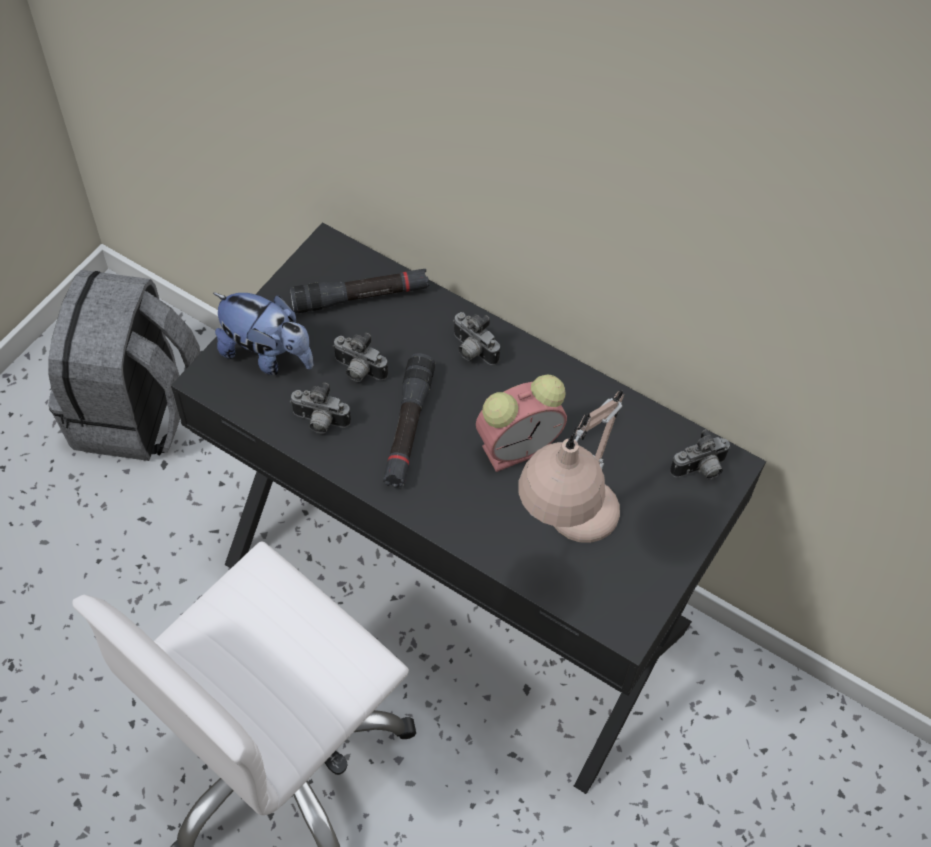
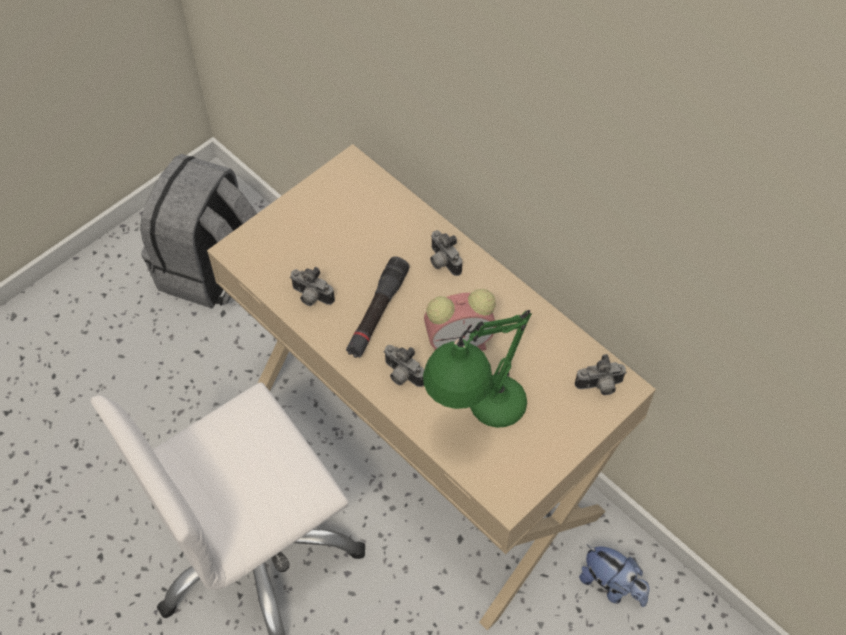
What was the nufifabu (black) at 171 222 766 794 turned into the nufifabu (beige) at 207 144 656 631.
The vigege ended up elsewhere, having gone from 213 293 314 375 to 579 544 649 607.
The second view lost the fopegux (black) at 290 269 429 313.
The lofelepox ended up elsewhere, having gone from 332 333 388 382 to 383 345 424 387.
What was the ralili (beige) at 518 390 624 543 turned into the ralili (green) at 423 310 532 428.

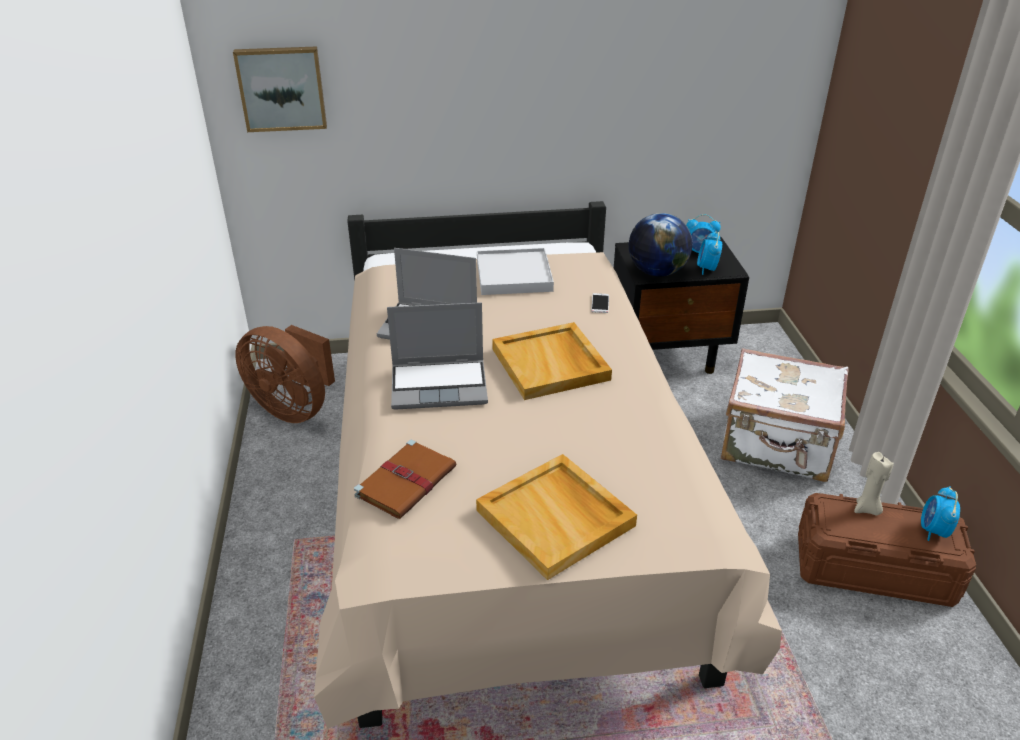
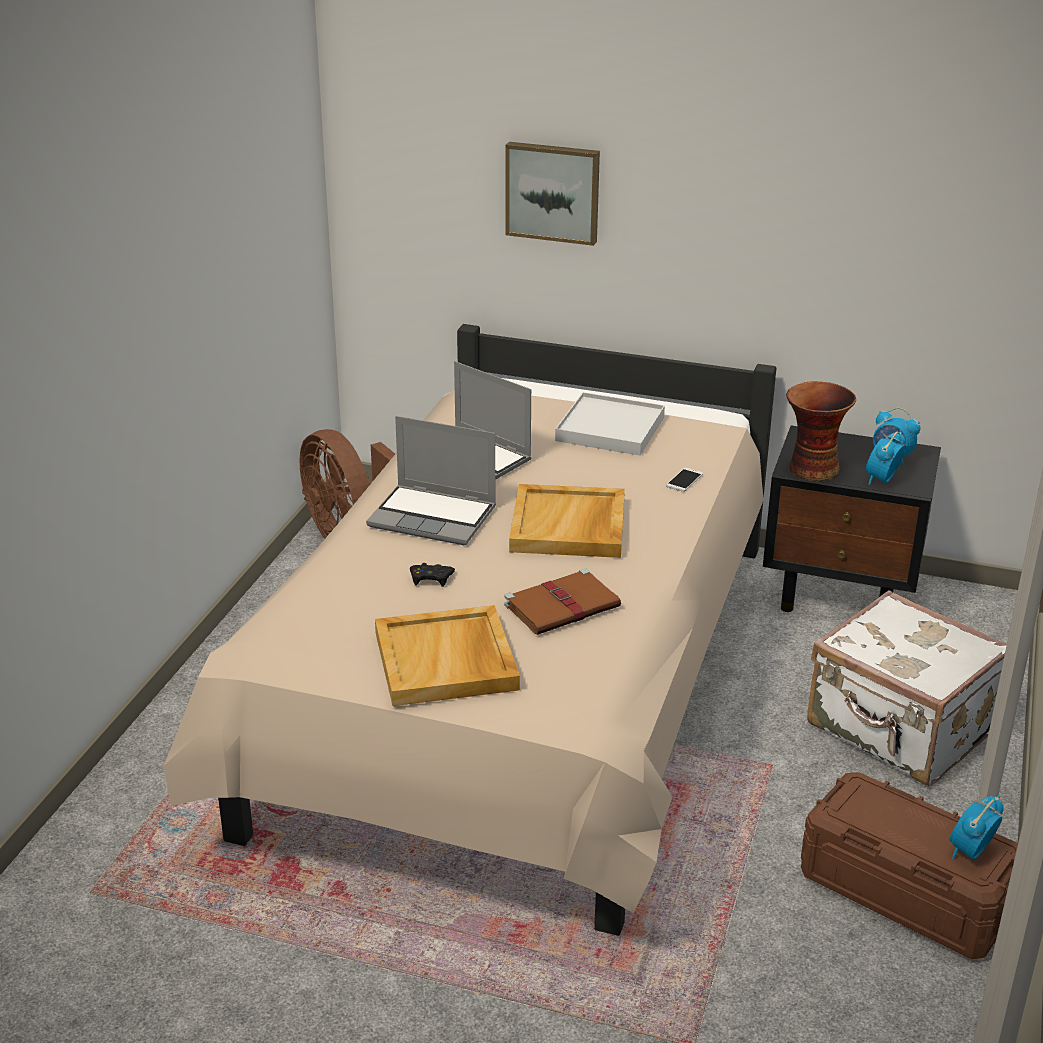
The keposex ended up elsewhere, having gone from 233 46 327 132 to 505 142 600 246.
The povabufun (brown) ended up elsewhere, having gone from 354 440 457 519 to 504 568 621 635.
Where the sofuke stood at 629 213 692 277, the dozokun came to stand at 786 381 856 481.
The second view lost the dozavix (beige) at 854 452 894 516.
The second view gained the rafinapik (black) at 410 563 455 587.

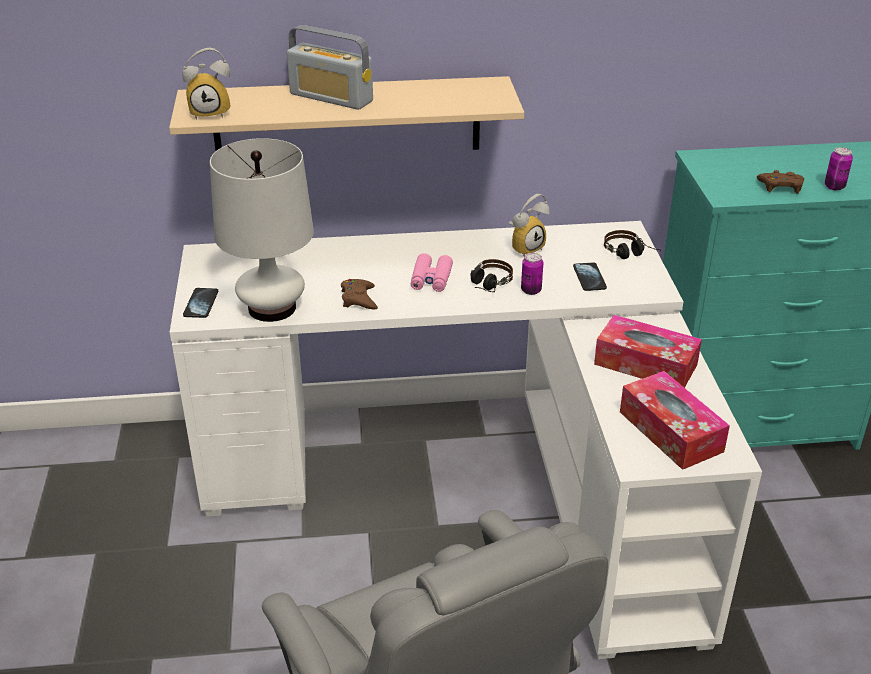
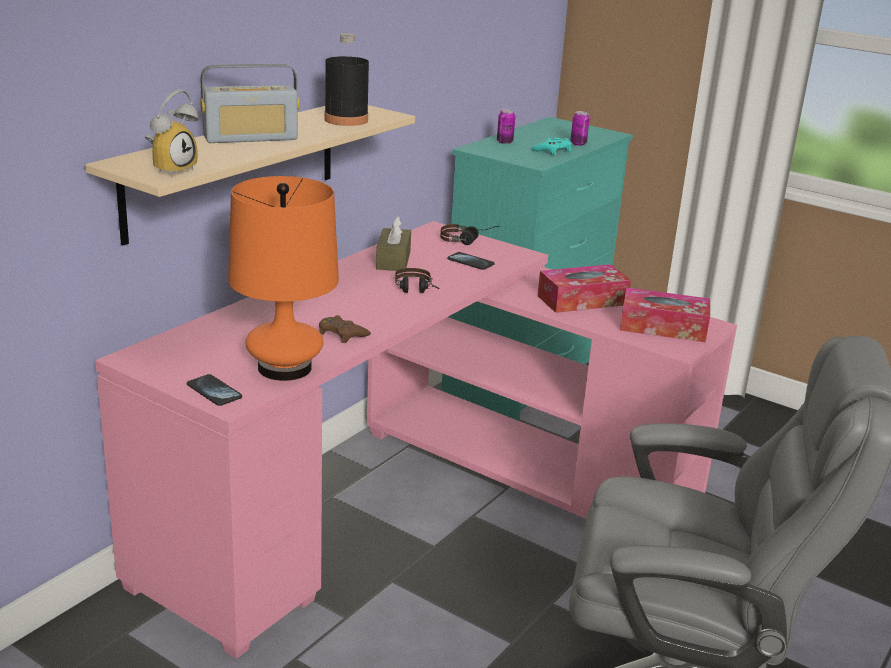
What was the nufifabu (white) at 170 221 762 659 turned into the nufifabu (pink) at 95 221 737 659.
What was the ralili (white) at 210 138 314 322 turned into the ralili (orange) at 228 176 339 381.
The second view lost the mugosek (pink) at 411 253 453 292.
Where the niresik stood at 509 194 550 258, the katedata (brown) came to stand at 376 216 411 271.
The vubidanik ended up elsewhere, having gone from 521 253 543 295 to 497 109 515 144.
What was the rafinapik (brown) at 757 170 804 194 turned into the rafinapik (turquoise) at 531 138 572 155.
The second view gained the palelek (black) at 324 33 369 126.

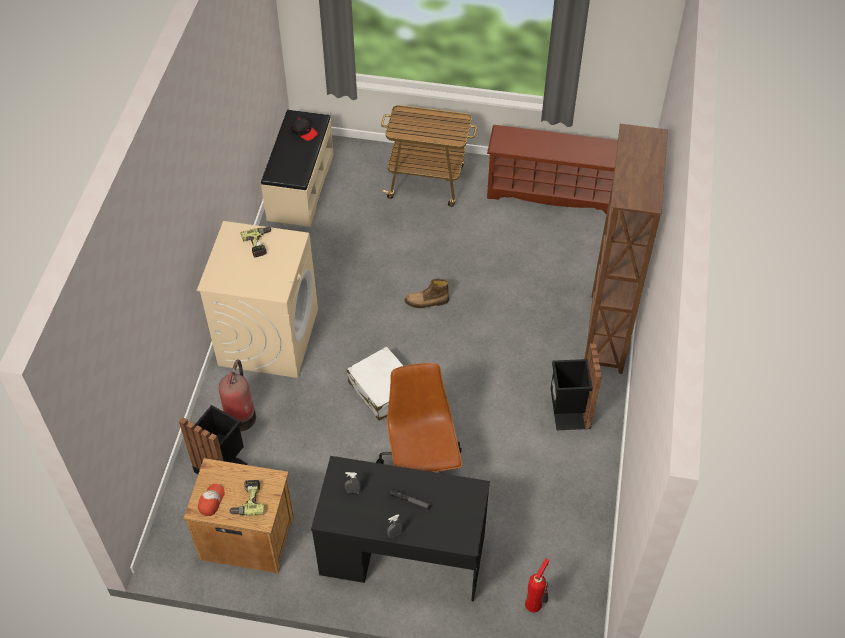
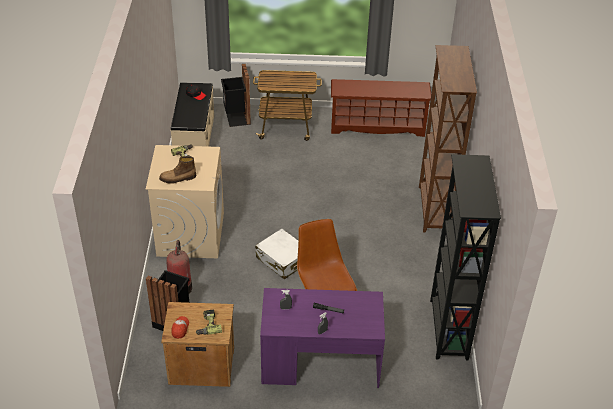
What was the nufifabu (black) at 311 456 490 602 turned into the nufifabu (purple) at 260 288 385 388.
The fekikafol ended up elsewhere, having gone from 405 279 449 308 to 159 156 196 184.
The second view lost the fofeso at 525 558 549 613.
The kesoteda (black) ended up elsewhere, having gone from 551 343 602 430 to 221 64 251 127.
The second view gained the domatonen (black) at 430 154 501 361.

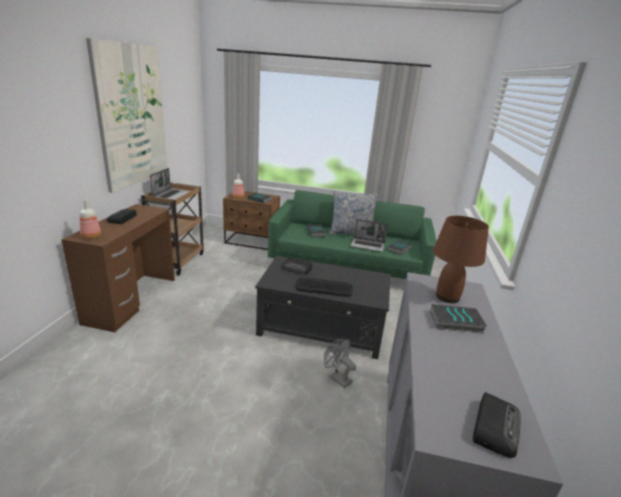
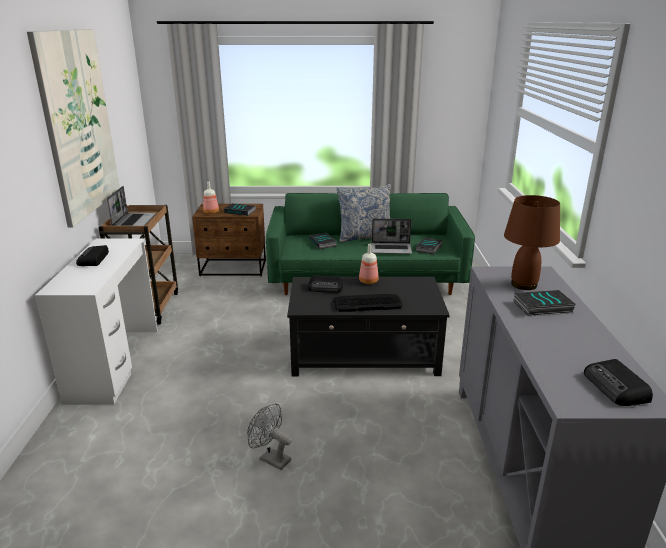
What was the nufifabu (brown) at 61 204 175 332 turned into the nufifabu (white) at 35 239 158 405.
The palelek ended up elsewhere, having gone from 80 200 101 239 to 359 244 379 284.
The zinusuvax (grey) ended up elsewhere, having gone from 324 338 356 388 to 247 404 292 470.
The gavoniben at 473 392 520 458 ended up facing another way, 150 degrees clockwise from before.

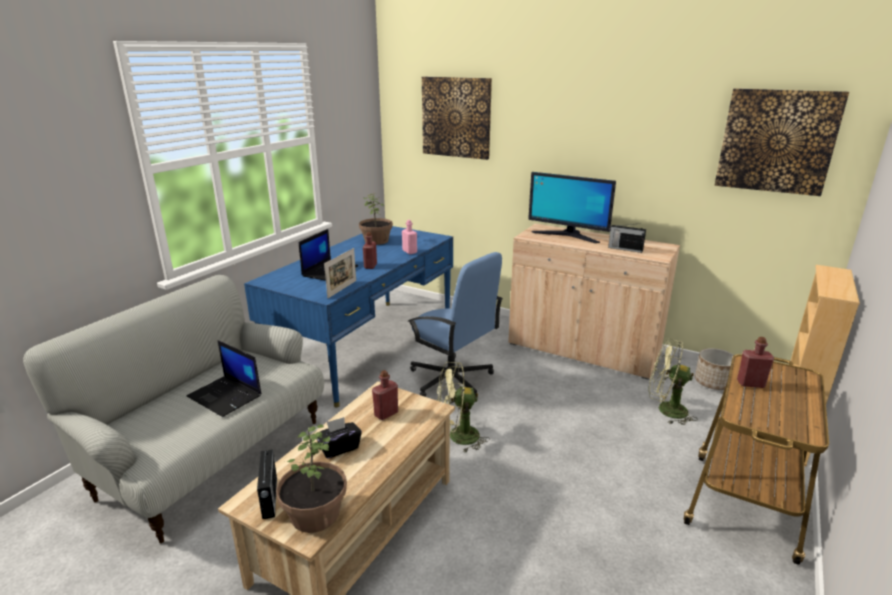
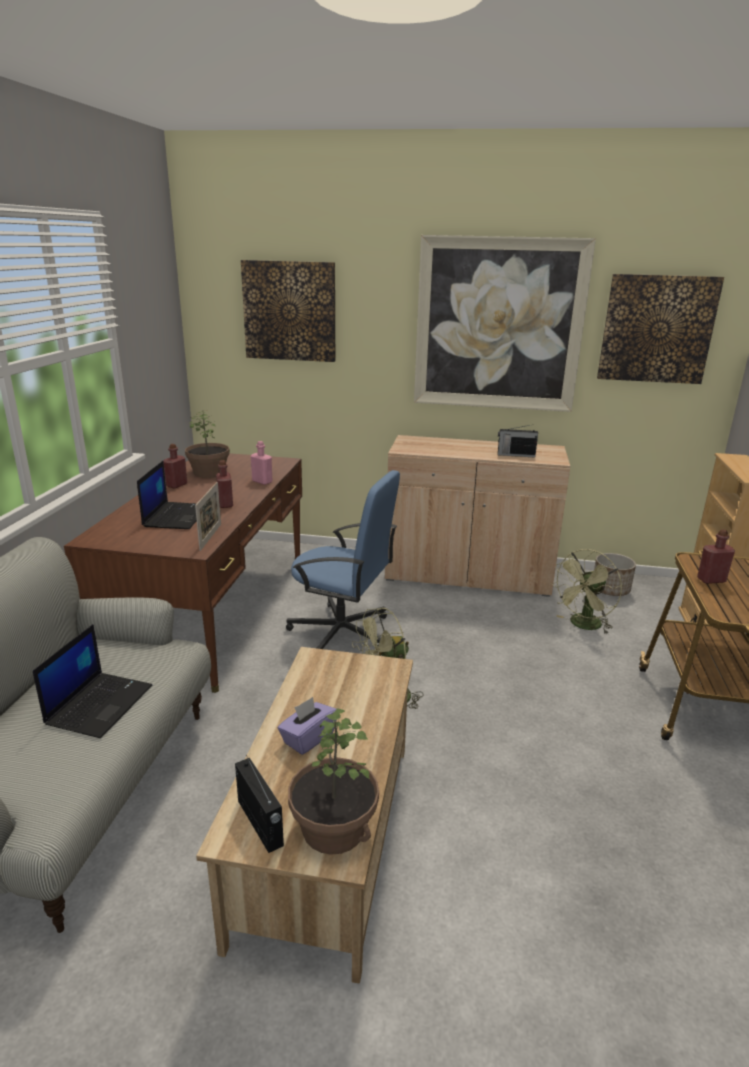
The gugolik at 187 340 262 417 ended up facing another way, 90 degrees counterclockwise from before.
What was the nufifabu (blue) at 244 226 453 407 turned into the nufifabu (brown) at 64 453 302 693.
What was the katedata (black) at 318 417 362 458 turned into the katedata (purple) at 278 697 337 755.
The palelek (red) ended up elsewhere, having gone from 372 370 398 420 to 163 444 187 489.
The second view lost the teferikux at 528 172 616 243.
The zinusuvax (green) at 648 338 698 425 ended up facing another way, 45 degrees counterclockwise from before.
The second view gained the keposex at 414 235 596 412.

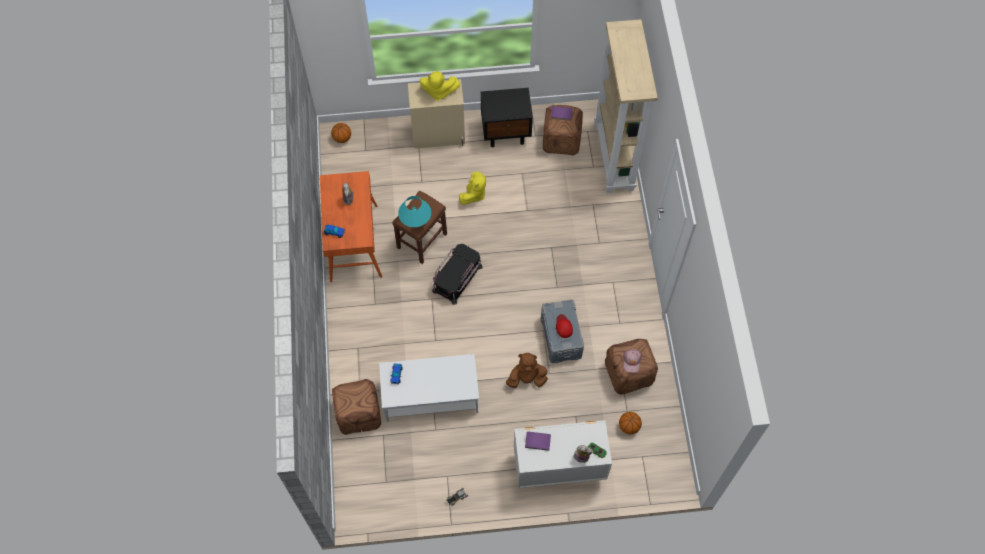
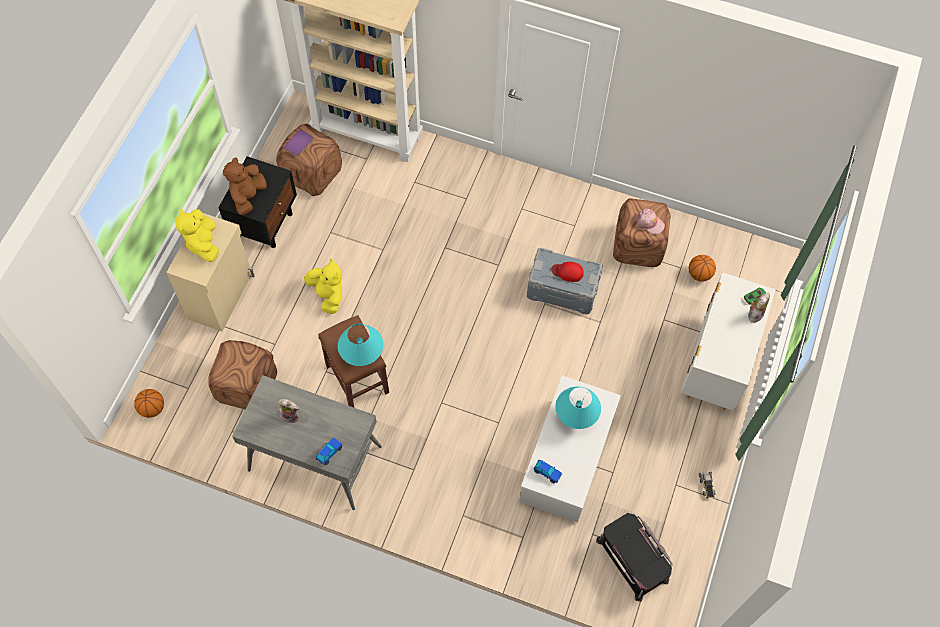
What was the nufifabu (orange) at 320 171 382 282 turned into the nufifabu (grey) at 232 375 382 510.
The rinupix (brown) ended up elsewhere, having gone from 332 379 381 435 to 208 340 277 409.
The vigege (yellow) at 419 71 460 102 ended up facing another way, 135 degrees clockwise from before.
The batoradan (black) ended up elsewhere, having gone from 432 244 483 305 to 596 513 673 602.
The vigege (brown) ended up elsewhere, having gone from 506 353 548 388 to 223 157 267 215.
The second view lost the povabufun (purple) at 525 432 551 451.
The second view gained the ralili (turquoise) at 555 387 601 429.

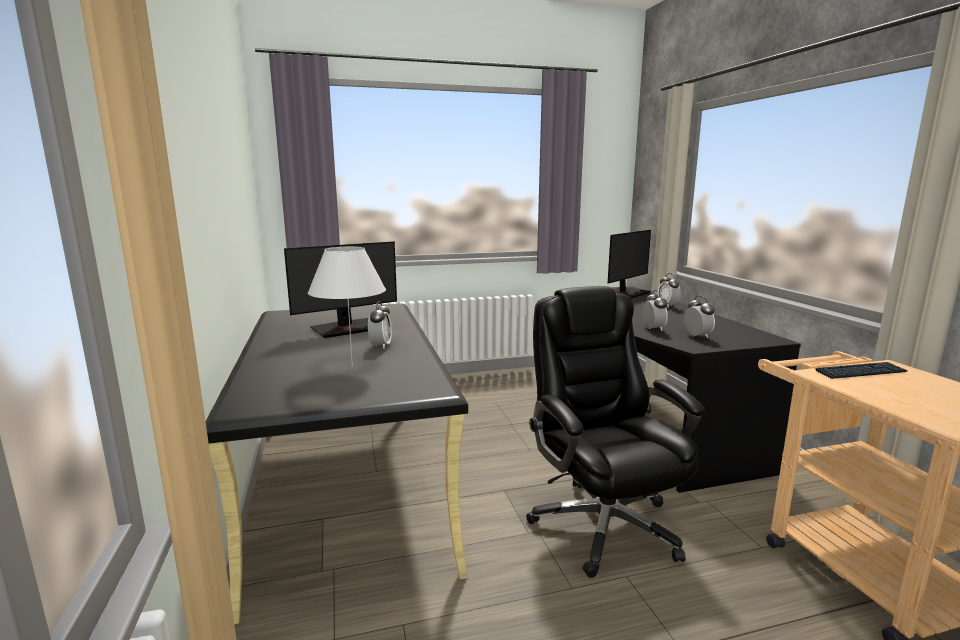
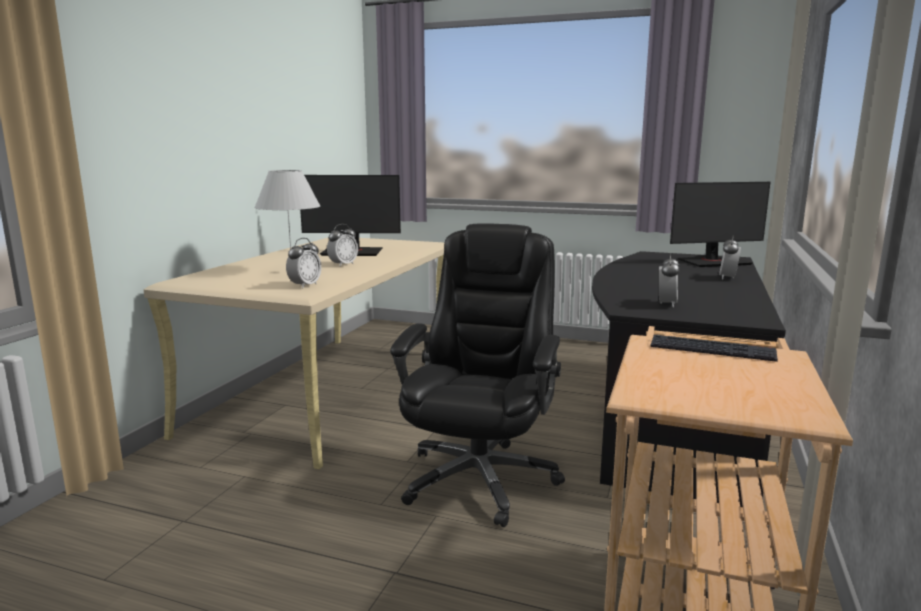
What was the nufifabu (black) at 206 303 468 624 turned into the nufifabu (beige) at 144 237 444 469.
The niresik ended up elsewhere, having gone from 643 290 668 331 to 286 238 321 288.

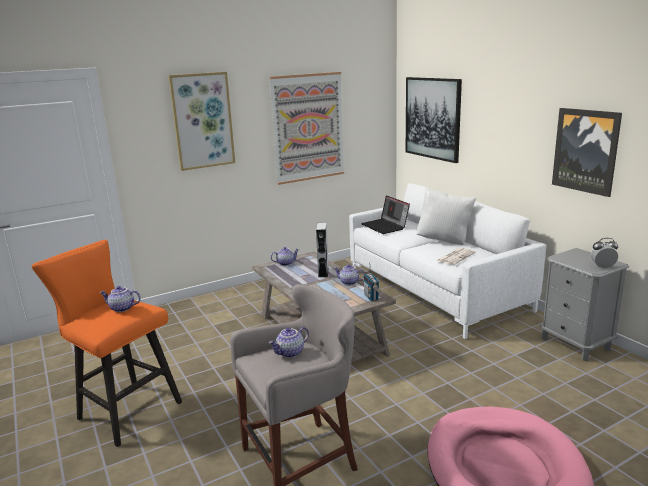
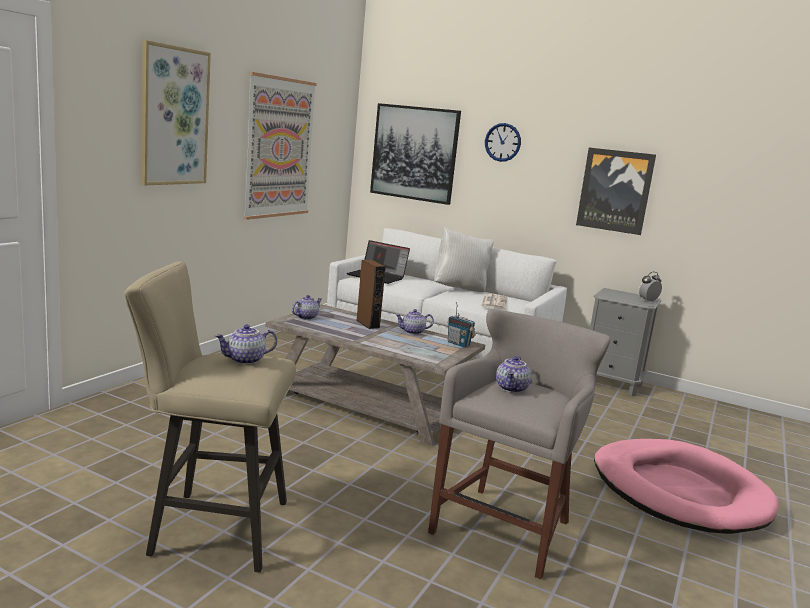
What was the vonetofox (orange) at 32 240 182 447 turned into the vonetofox (beige) at 124 262 296 573.
What was the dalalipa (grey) at 316 222 329 277 turned into the dalalipa (brown) at 356 260 386 329.
The second view gained the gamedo at 485 123 521 162.

